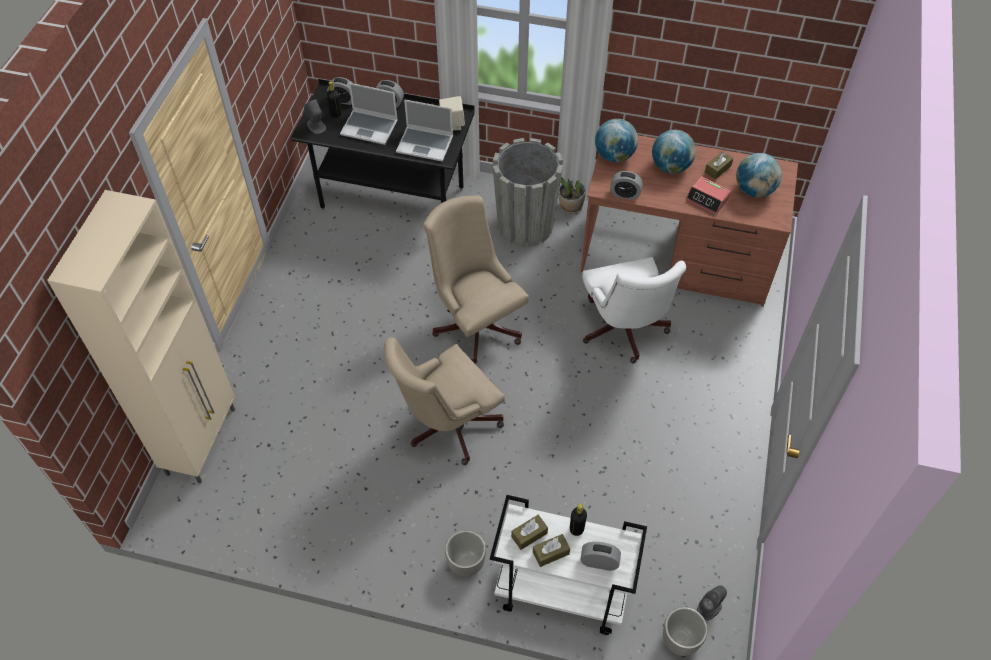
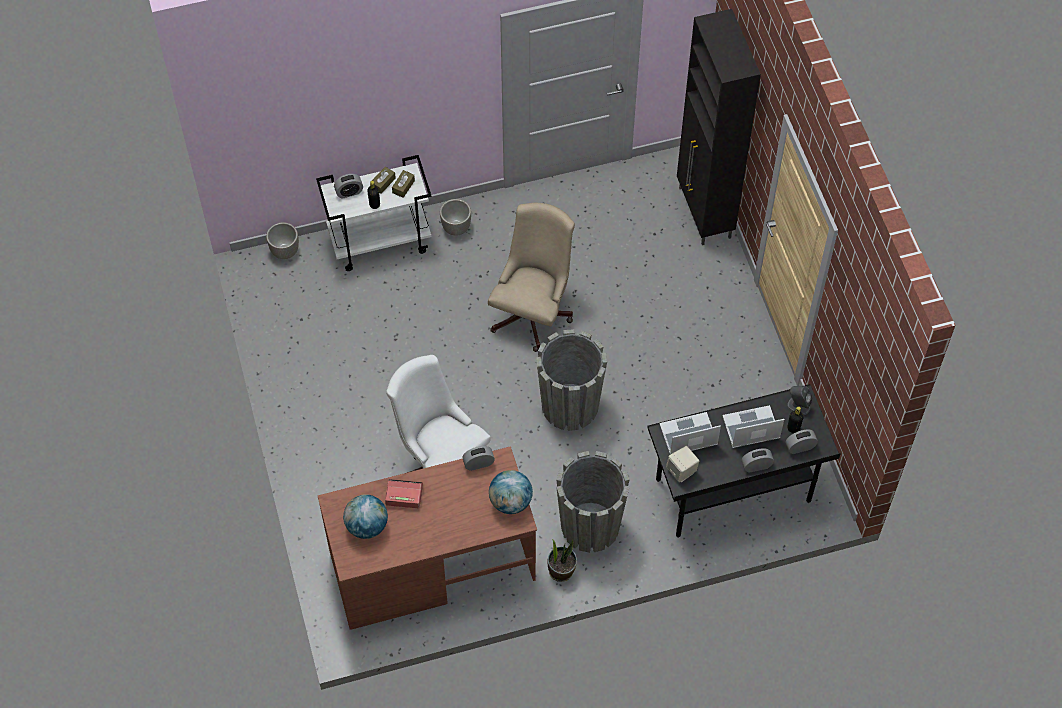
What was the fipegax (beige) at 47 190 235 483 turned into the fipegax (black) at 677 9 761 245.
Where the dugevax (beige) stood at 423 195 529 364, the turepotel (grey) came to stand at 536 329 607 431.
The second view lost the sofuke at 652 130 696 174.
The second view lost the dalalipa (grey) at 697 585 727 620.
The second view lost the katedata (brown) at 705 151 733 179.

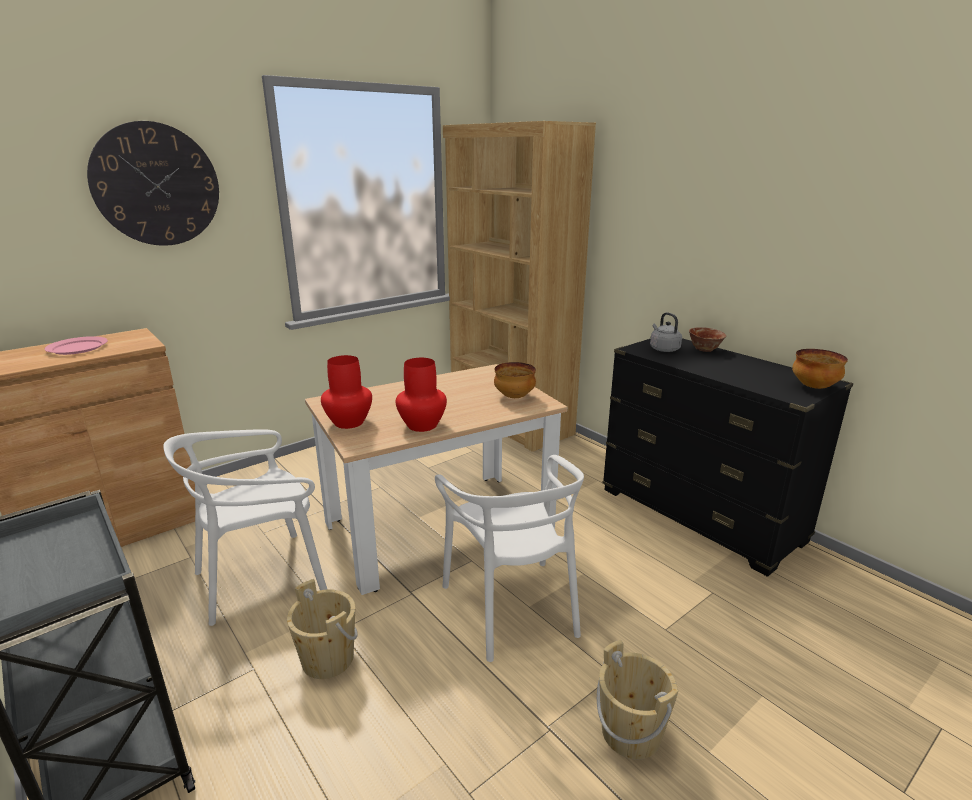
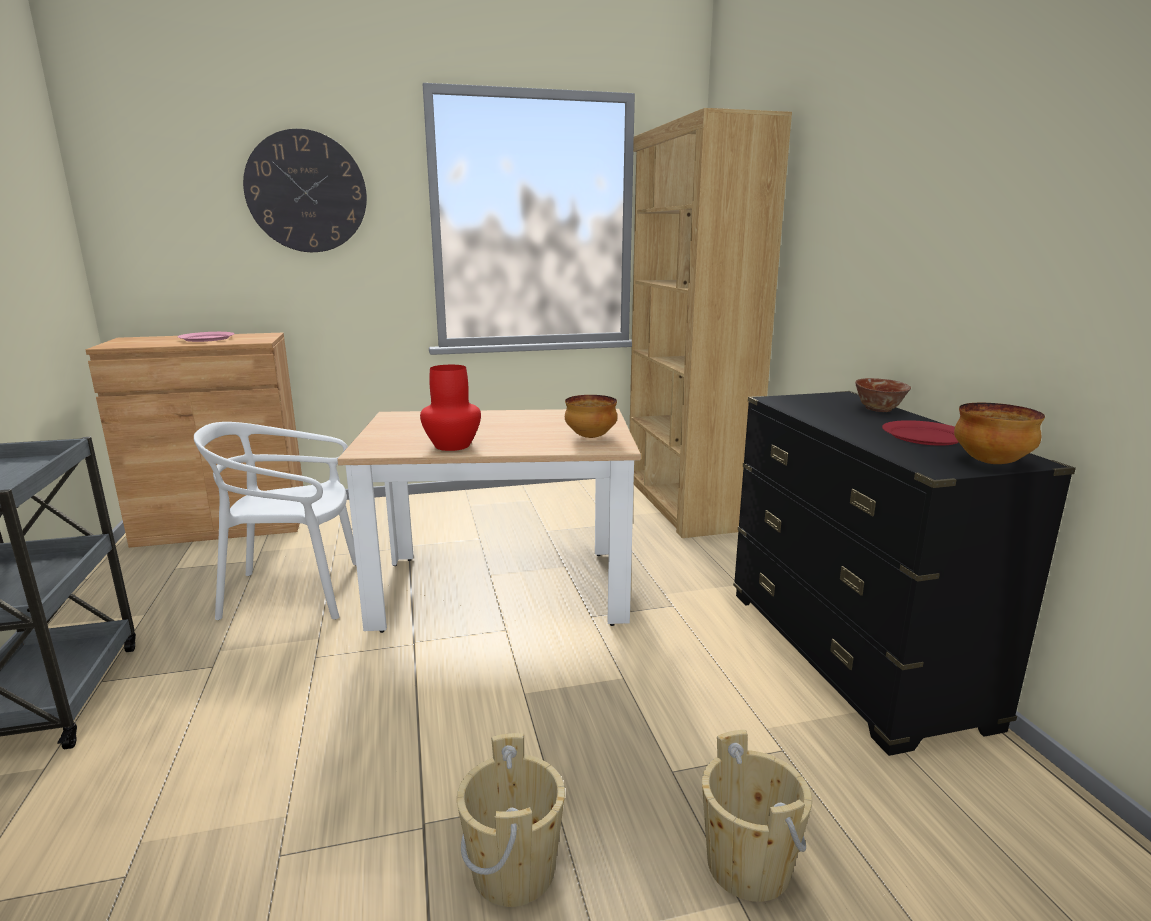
The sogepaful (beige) ended up elsewhere, having gone from 287 579 358 679 to 702 730 812 902.
The second view lost the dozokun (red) at 321 355 372 429.
The second view lost the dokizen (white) at 435 455 584 662.
The second view lost the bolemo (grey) at 650 312 682 352.
The second view gained the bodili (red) at 882 420 959 446.

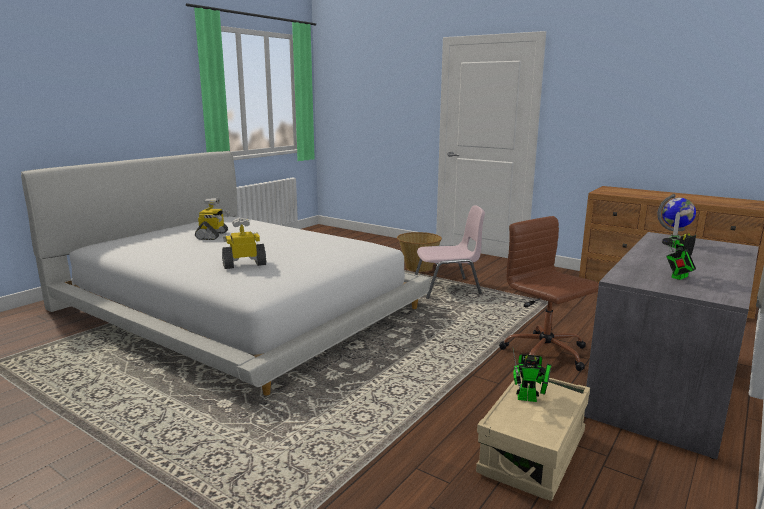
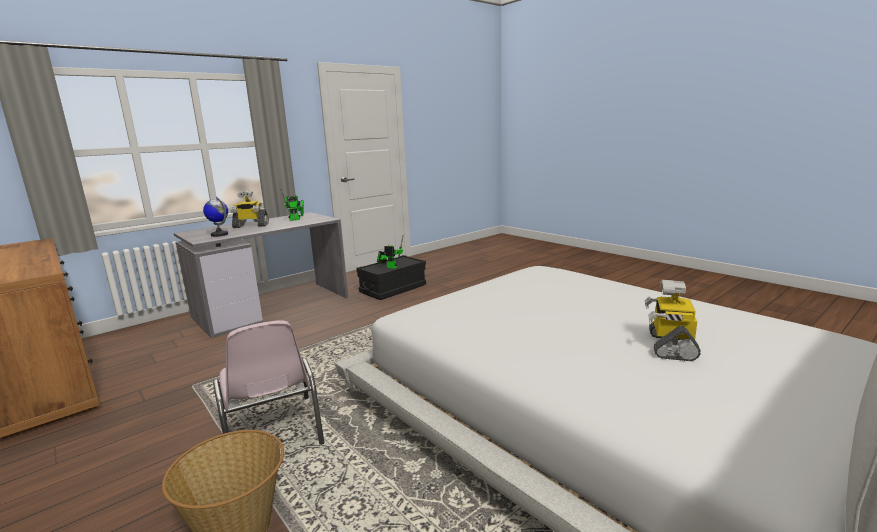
The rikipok ended up elsewhere, having gone from 222 218 266 269 to 230 191 269 228.
The dokizen (pink) at 415 205 485 299 ended up facing another way, 120 degrees counterclockwise from before.
What was the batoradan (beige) at 476 374 590 501 turned into the batoradan (black) at 356 255 426 300.
The second view lost the dugevax (brown) at 499 216 599 371.

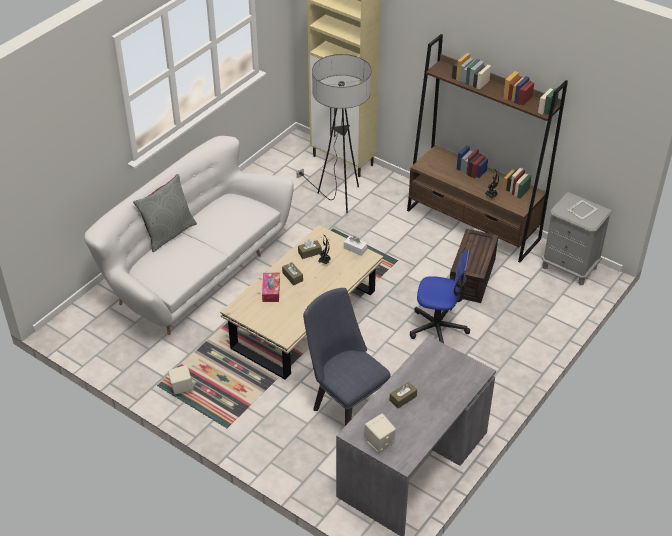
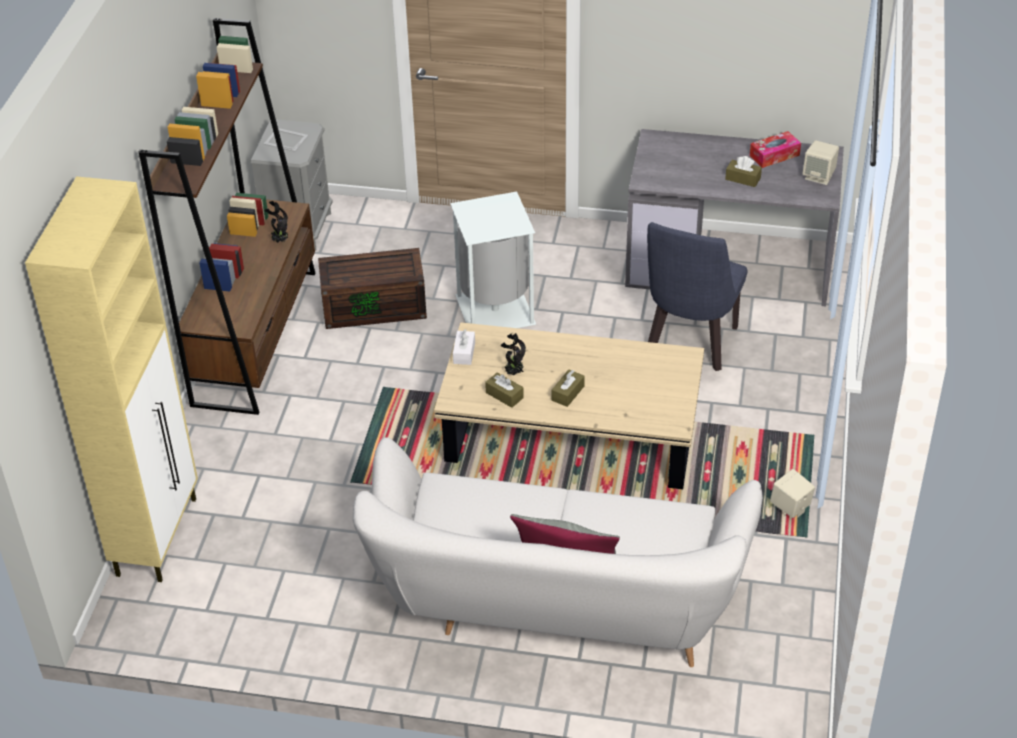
The katedata ended up elsewhere, having gone from 262 273 280 302 to 750 131 801 168.
The second view lost the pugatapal at 296 54 371 213.
Where the dugevax stood at 410 250 470 343, the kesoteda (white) came to stand at 450 192 536 328.

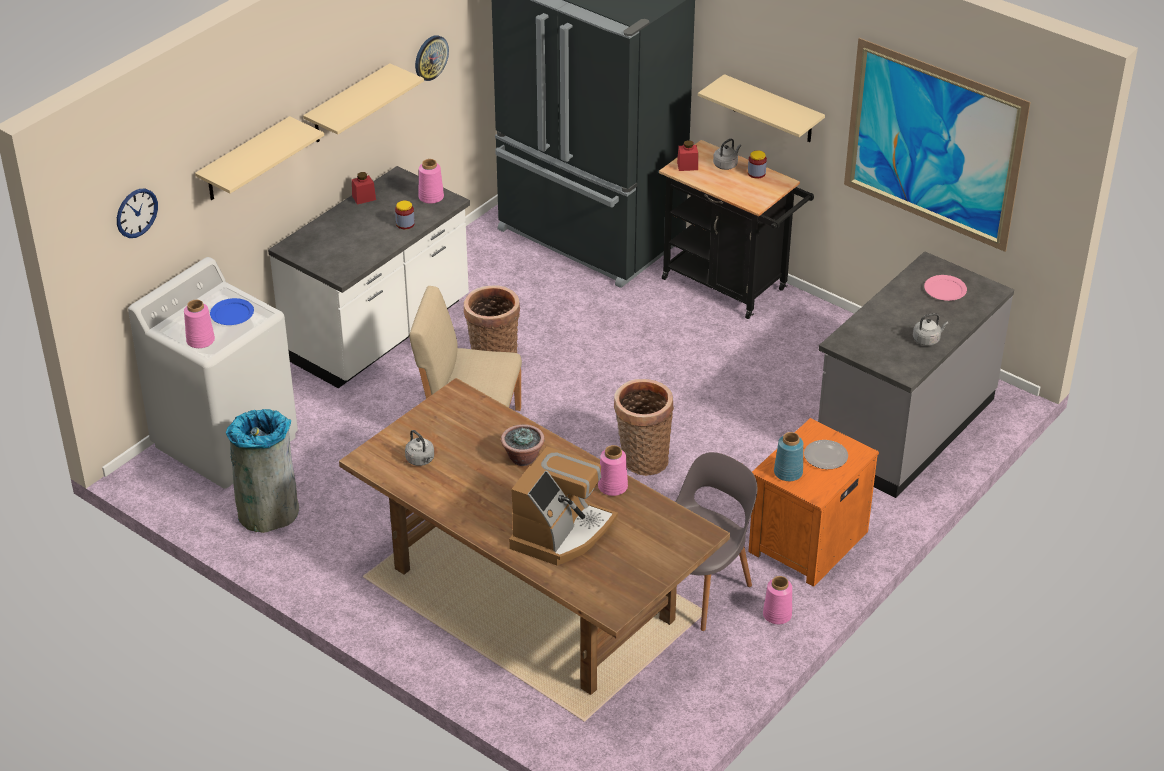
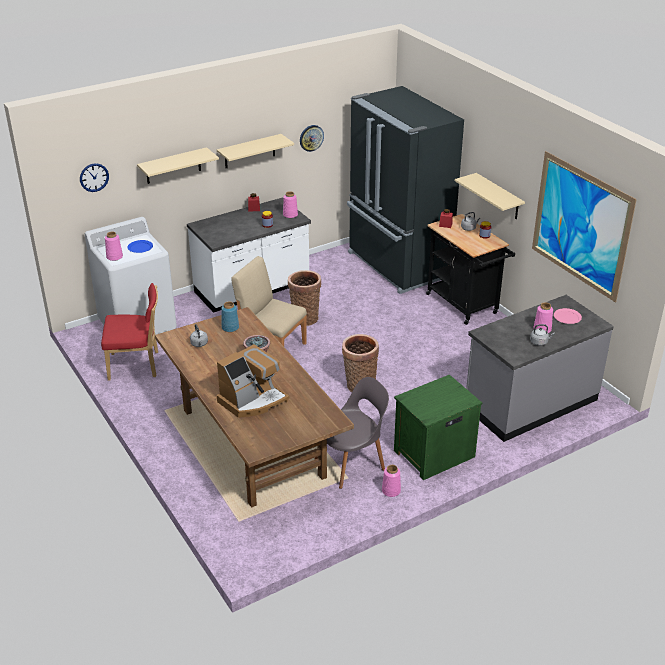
Where the kesoteda (grey) stood at 226 409 299 533, the dokizen (red) came to stand at 101 283 158 381.
The dozokun (pink) ended up elsewhere, having gone from 598 445 628 496 to 533 302 553 333.
What was the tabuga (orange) at 748 418 879 587 turned into the tabuga (green) at 394 375 482 480.
The dozokun (blue) ended up elsewhere, having gone from 774 432 803 481 to 221 301 239 332.
The second view lost the bodili at 804 440 848 469.

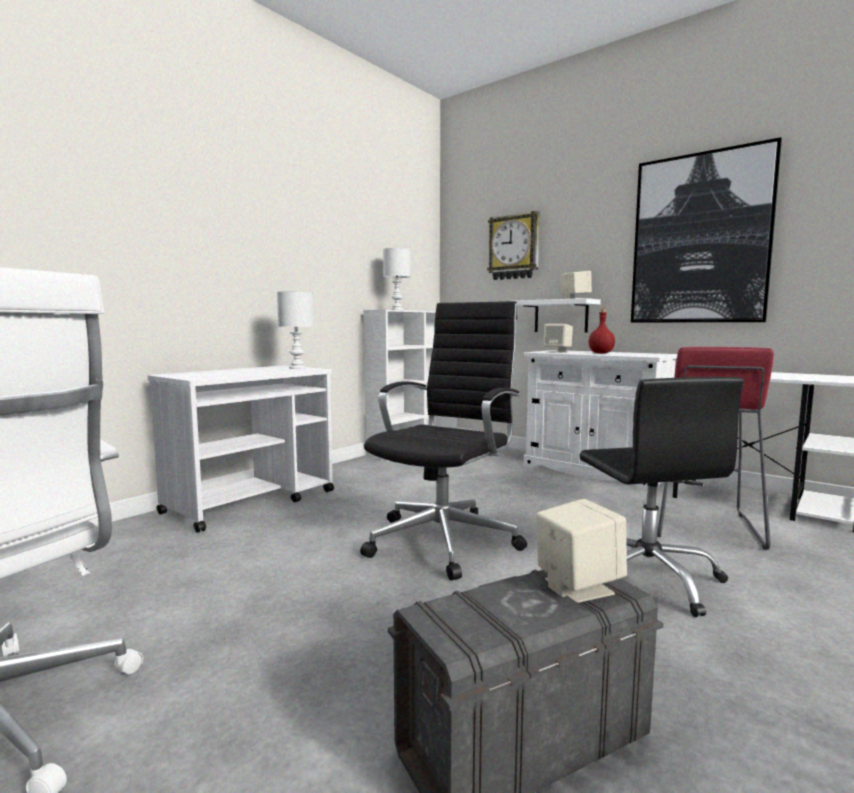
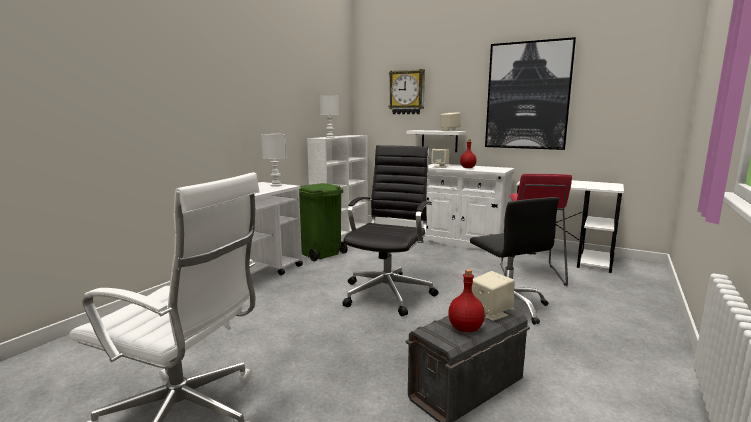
The second view gained the kesoteda (green) at 299 183 348 261.
The second view gained the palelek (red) at 448 269 485 332.

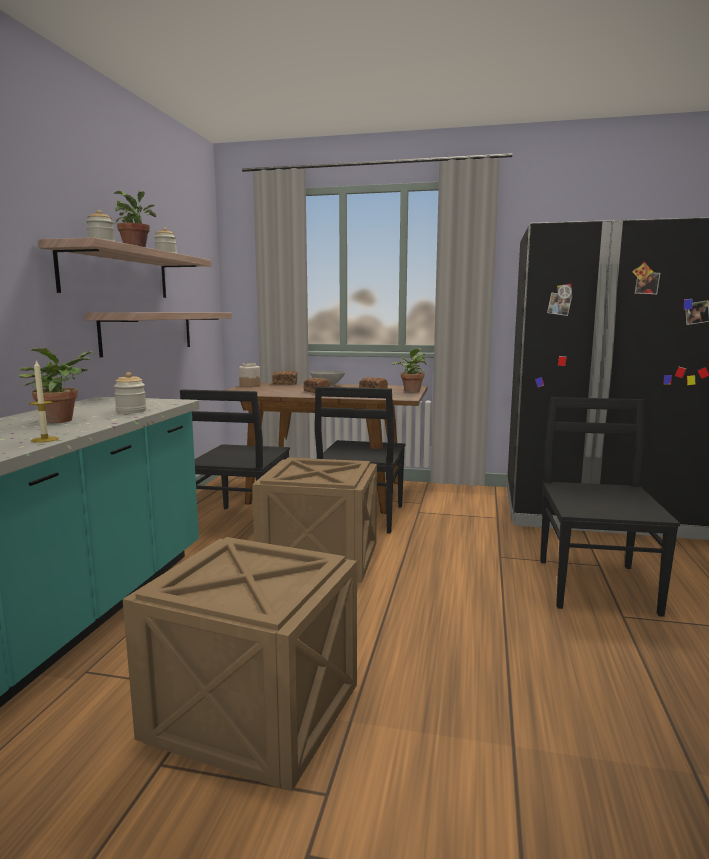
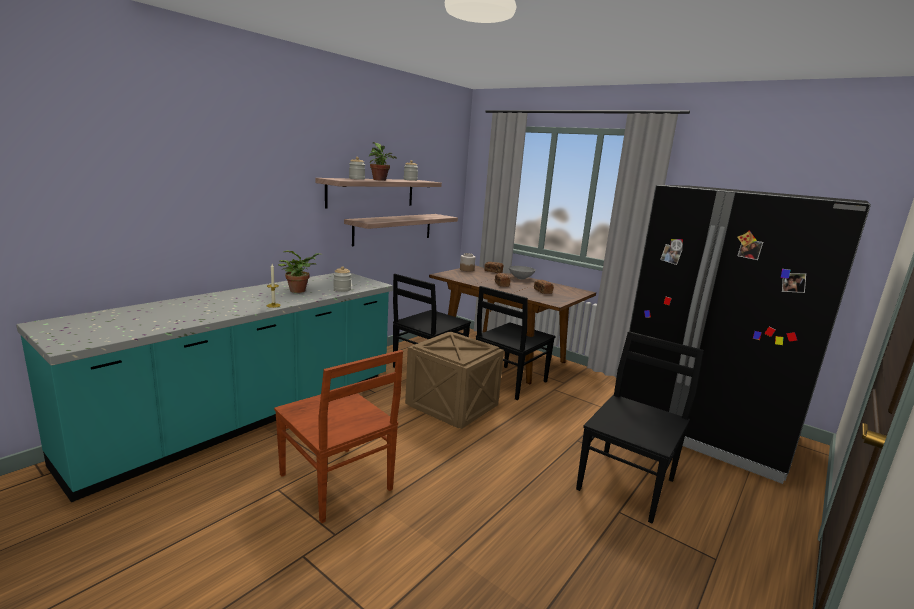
Where the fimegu stood at 123 537 357 791, the dokizen (brown) came to stand at 274 350 403 523.
The second view lost the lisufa at 392 348 427 392.

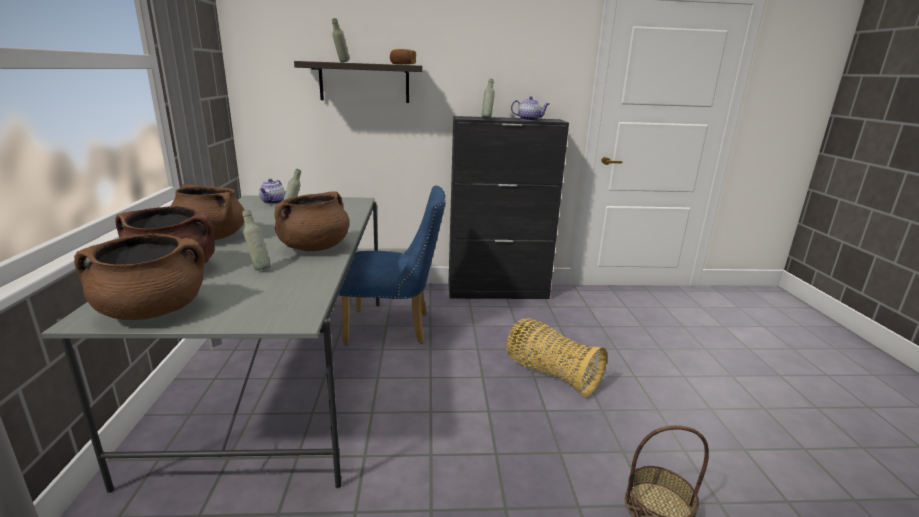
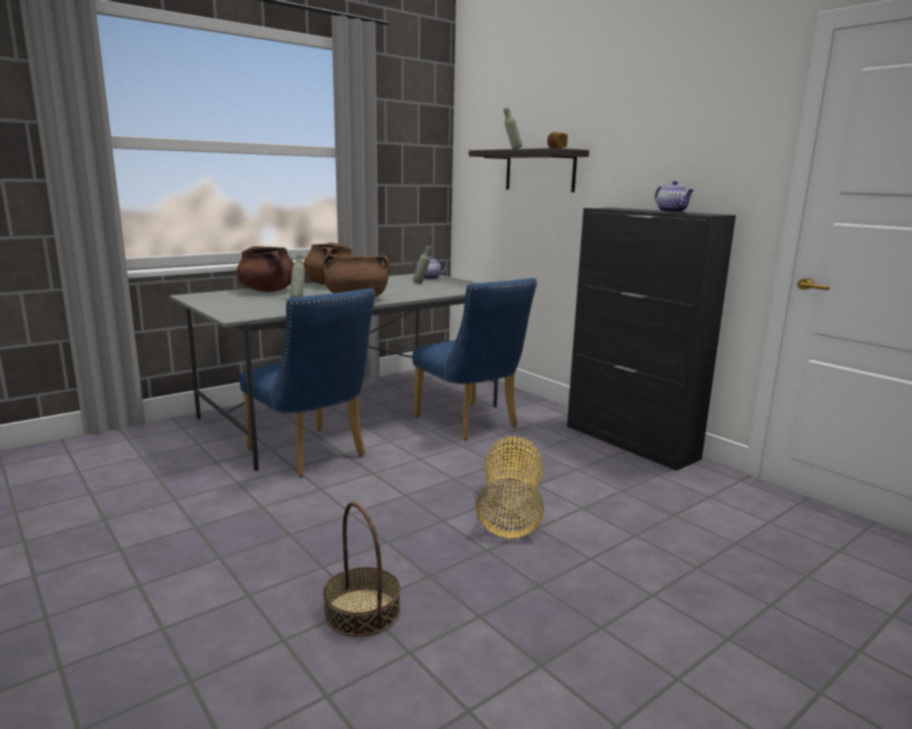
The second view lost the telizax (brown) at 74 233 205 320.
The second view lost the palelek (grey) at 482 79 495 119.
The second view gained the dokizen (blue) at 239 288 376 477.

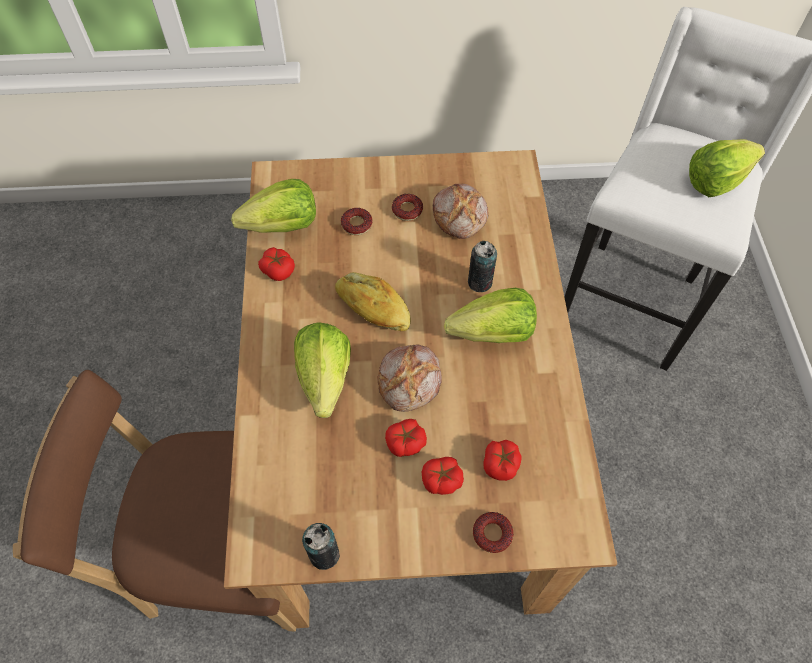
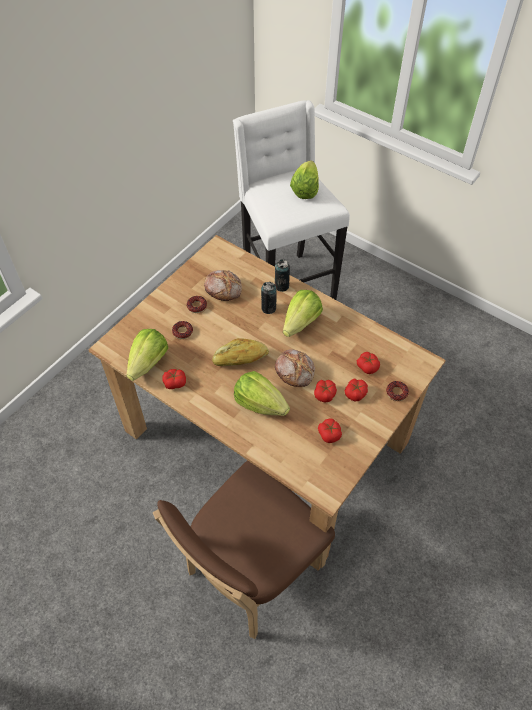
The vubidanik ended up elsewhere, having gone from 302 523 340 570 to 275 259 290 292.
The second view gained the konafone at 318 418 342 443.

